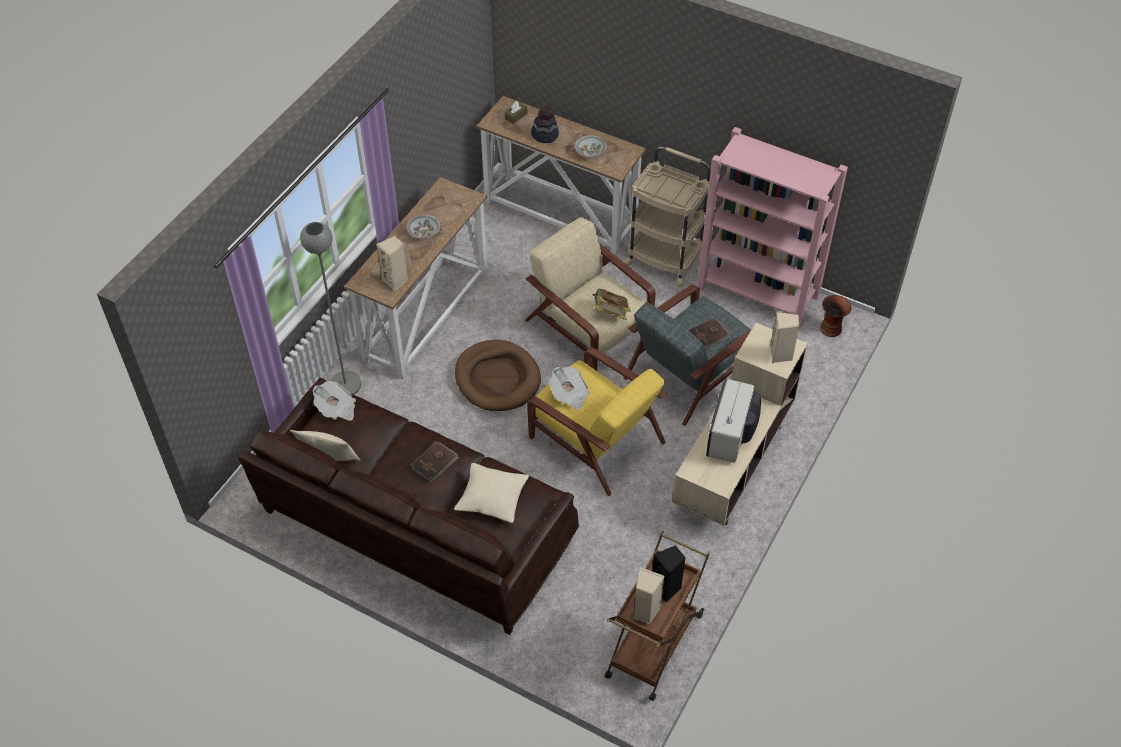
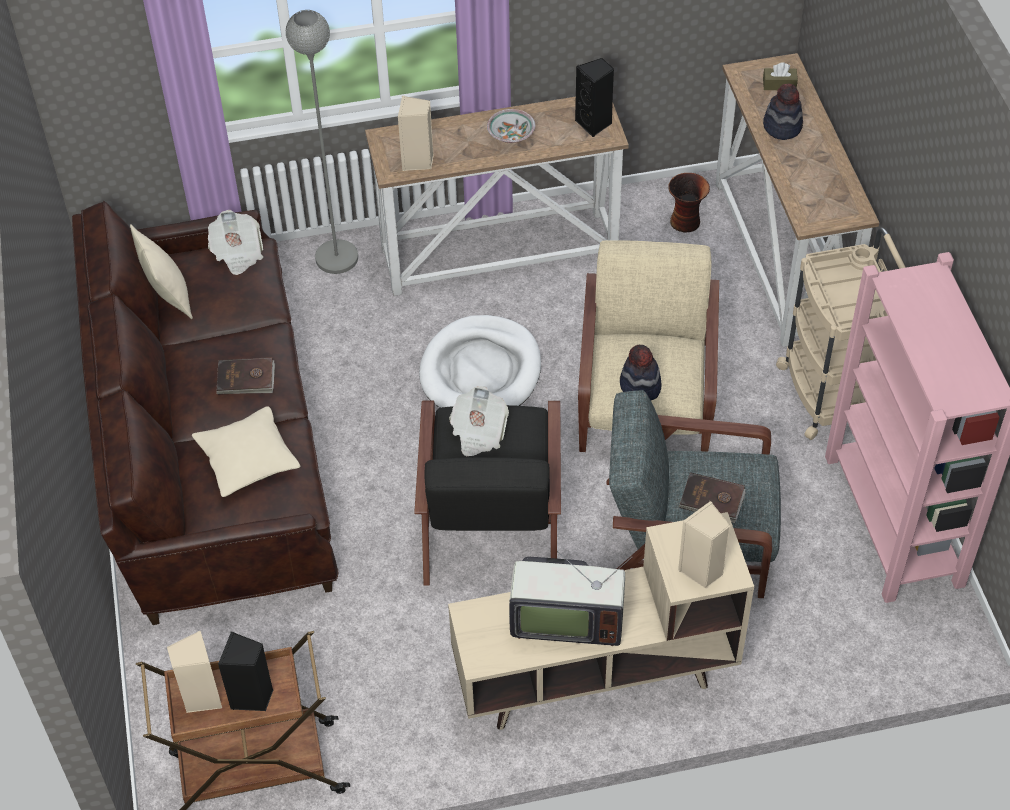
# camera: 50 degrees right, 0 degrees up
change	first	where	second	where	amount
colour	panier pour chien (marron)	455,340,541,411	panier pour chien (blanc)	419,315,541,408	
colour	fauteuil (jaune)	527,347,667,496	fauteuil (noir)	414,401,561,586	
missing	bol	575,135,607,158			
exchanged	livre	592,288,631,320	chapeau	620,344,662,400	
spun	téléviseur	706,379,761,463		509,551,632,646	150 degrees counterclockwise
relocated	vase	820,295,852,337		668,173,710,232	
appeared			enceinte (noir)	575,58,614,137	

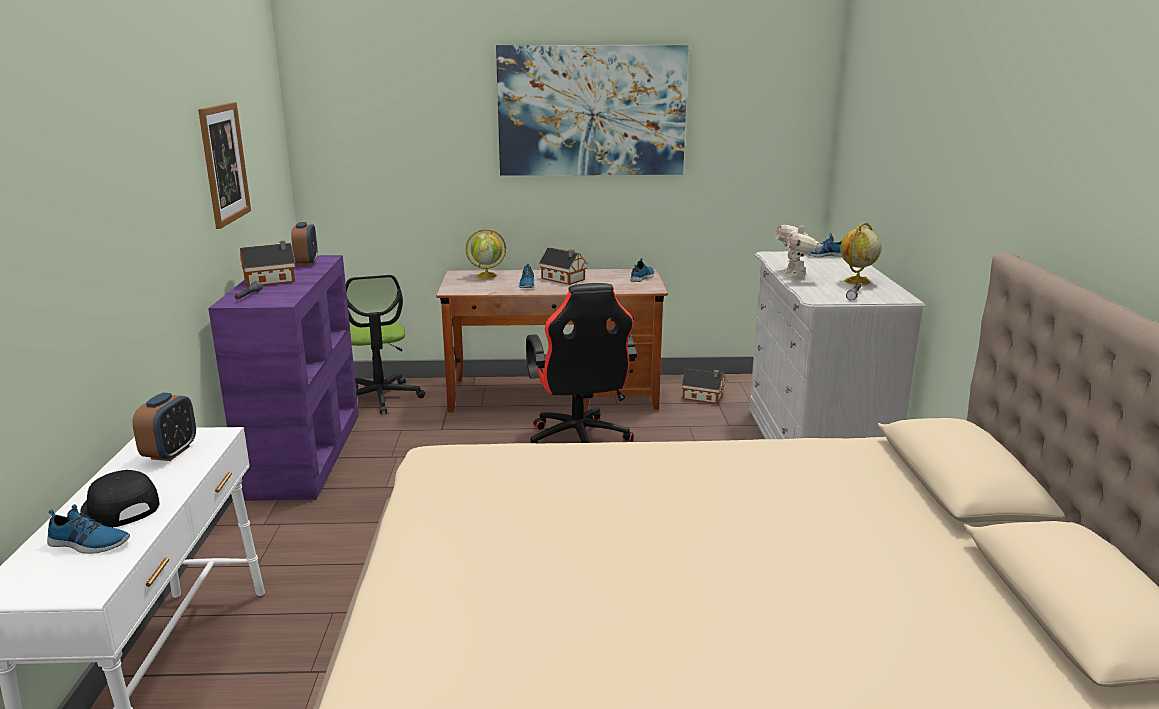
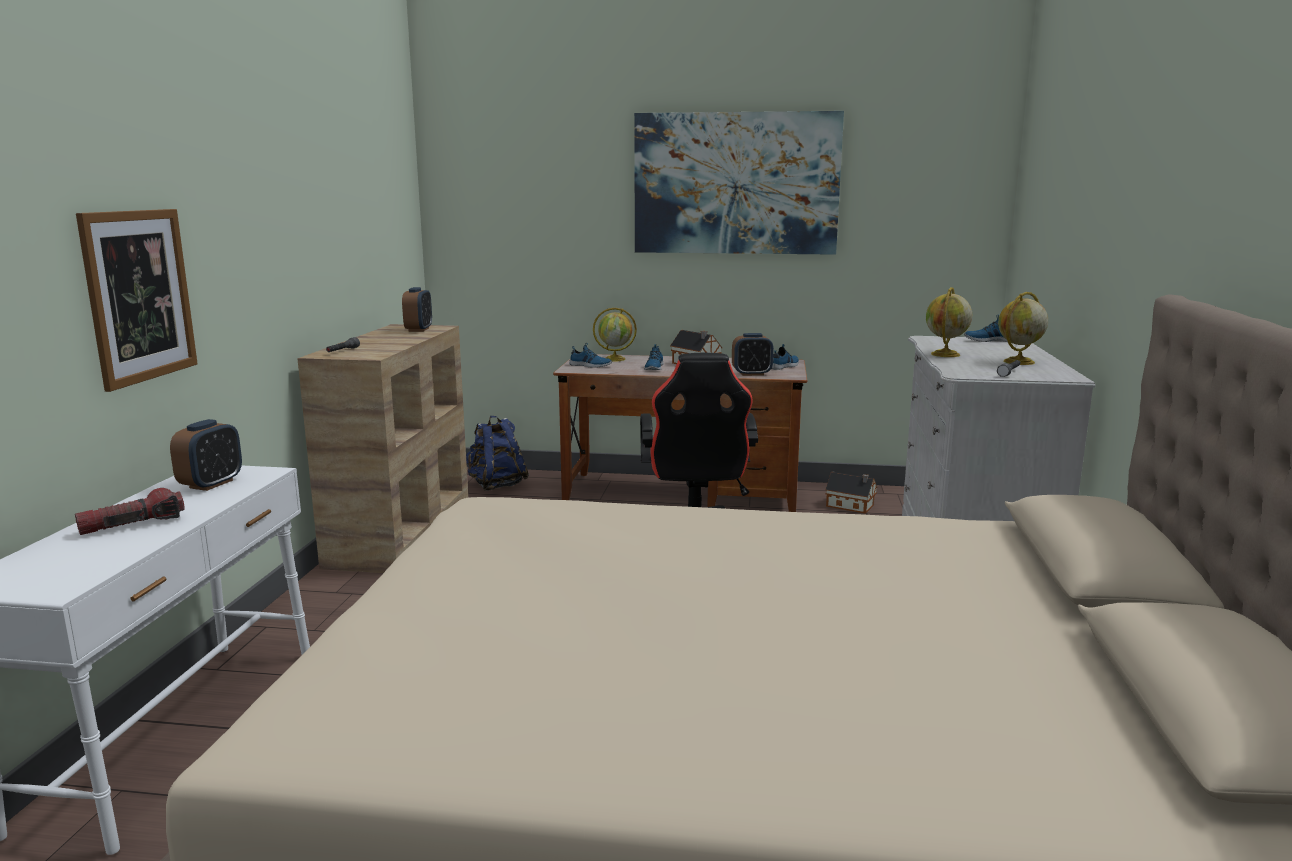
# camera: 10 degrees right, 5 degrees down
change	first	where	second	where	amount
relocated	chaussure	47,504,130,554		569,343,612,368	
exchanged	casquette (noir)	80,470,159,527	lampe de poche	75,488,185,535	
relocated	tableau	198,102,251,229		76,209,198,392	
colour	bibliothèque (violet)	208,255,359,501	bibliothèque (marron)	297,324,468,573	
missing	maison miniature	240,240,296,287			
exchanged	chaise de bureau	346,275,425,414	sac à dos (bleu)	466,416,529,491	
exchanged	robot jouet	776,221,823,278	globe	926,287,972,357	
appeared			réveil	732,333,774,376	

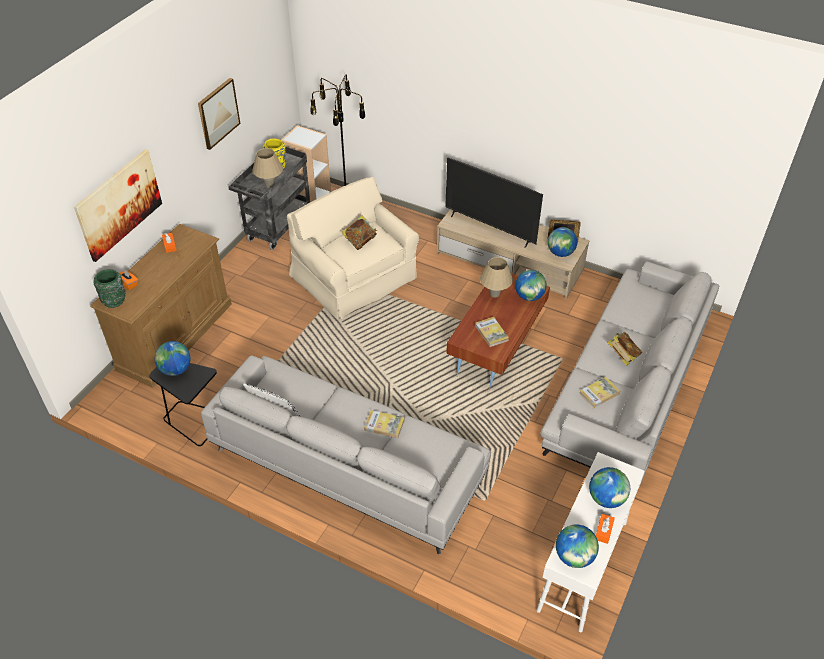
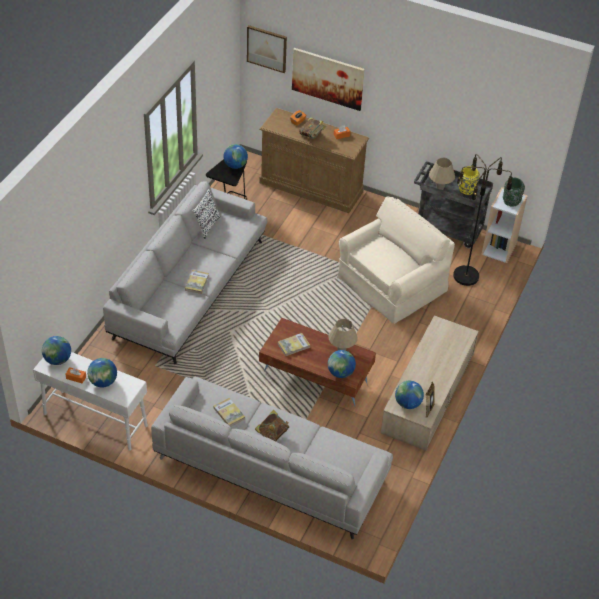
# camera: 85 degrees right, 0 degrees up
change	first	where	second	where	amount
relocated	vase (vert)	93,269,126,308		503,178,525,207	
relocated	tableau	198,78,241,150		247,25,287,73	
relocated	livre	342,215,377,250		299,117,326,139	
missing	téléviseur	445,158,543,248			

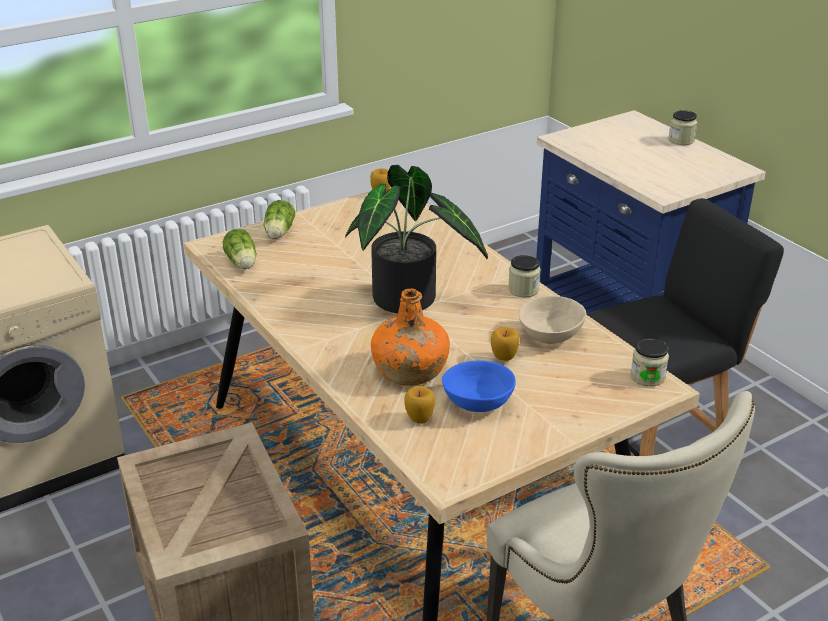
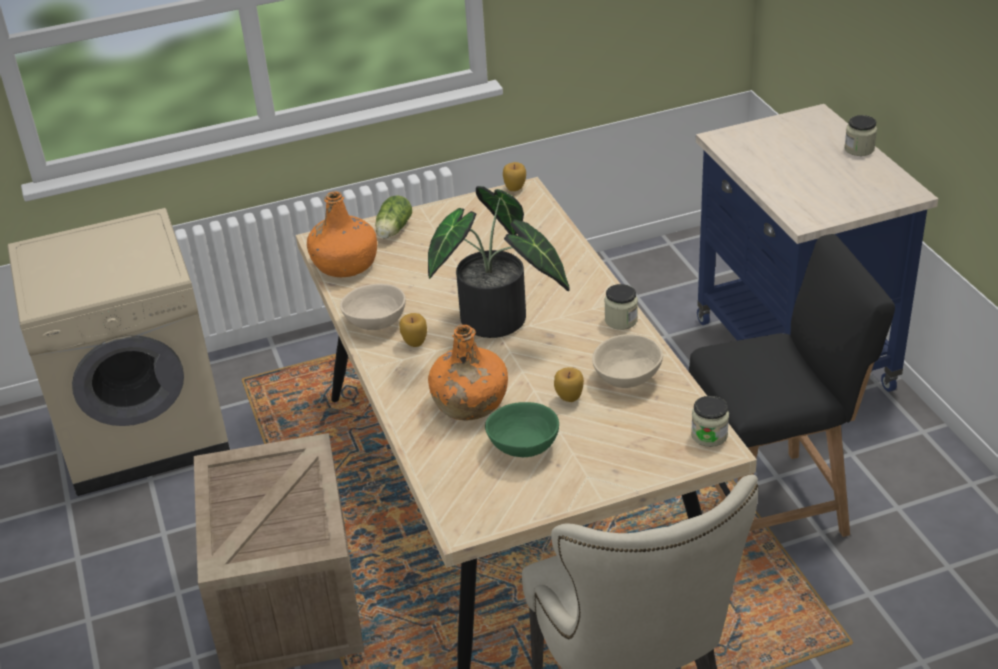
# camera: 15 degrees right, 5 degrees up
change	first	where	second	where	amount
exchanged	laitue	223,229,256,269	bouteille (orange)	307,192,377,277	
relocated	pomme	404,386,435,424		399,313,427,347	
colour	bol (bleu)	442,360,516,412	bol (vert)	485,402,559,457	
appeared			bol (beige)	340,284,406,330	

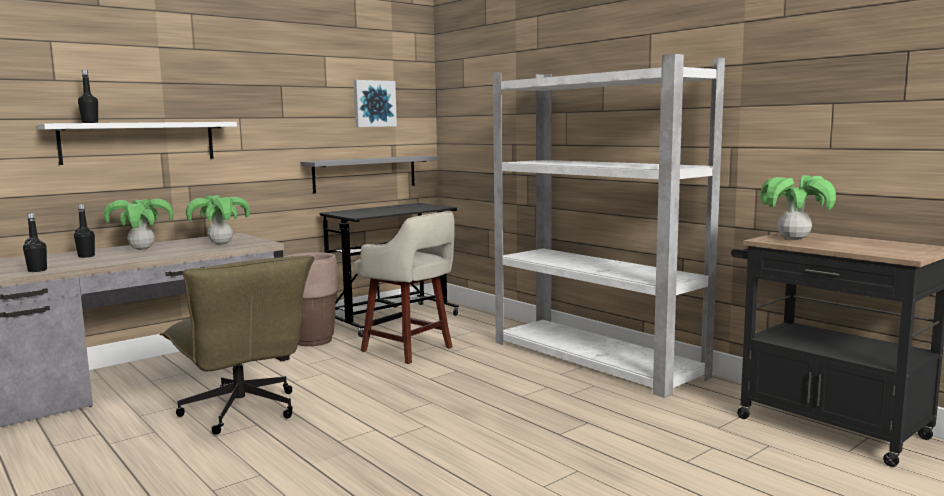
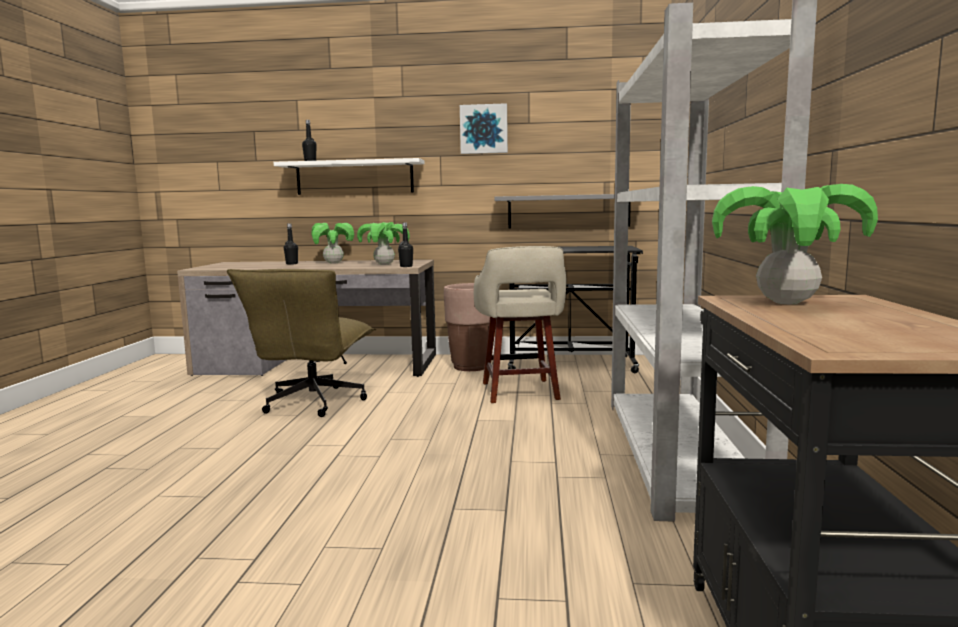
# camera: 45 degrees right, 0 degrees up
change	first	where	second	where	amount
relocated	bouteille (noir)	23,213,47,272		398,223,413,267	
relocated	tableau	354,80,397,127		460,103,508,154	

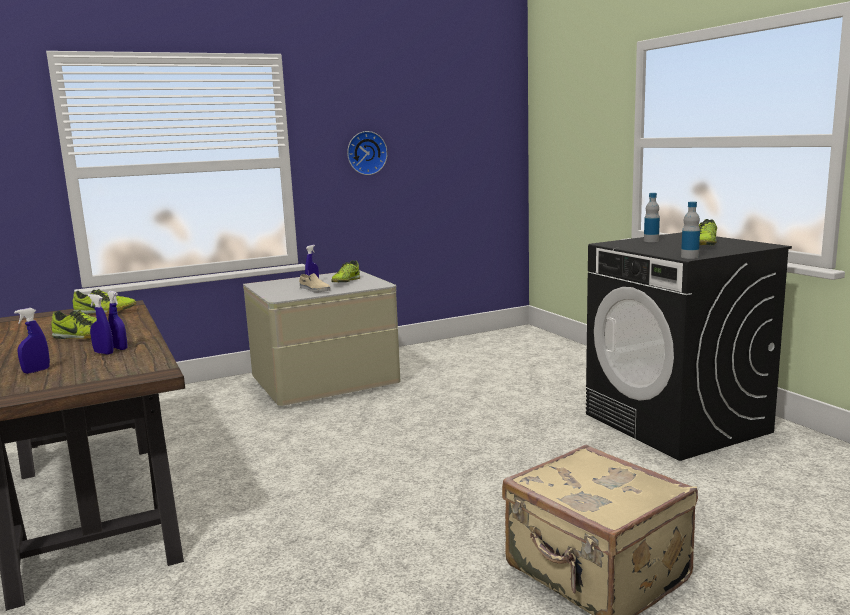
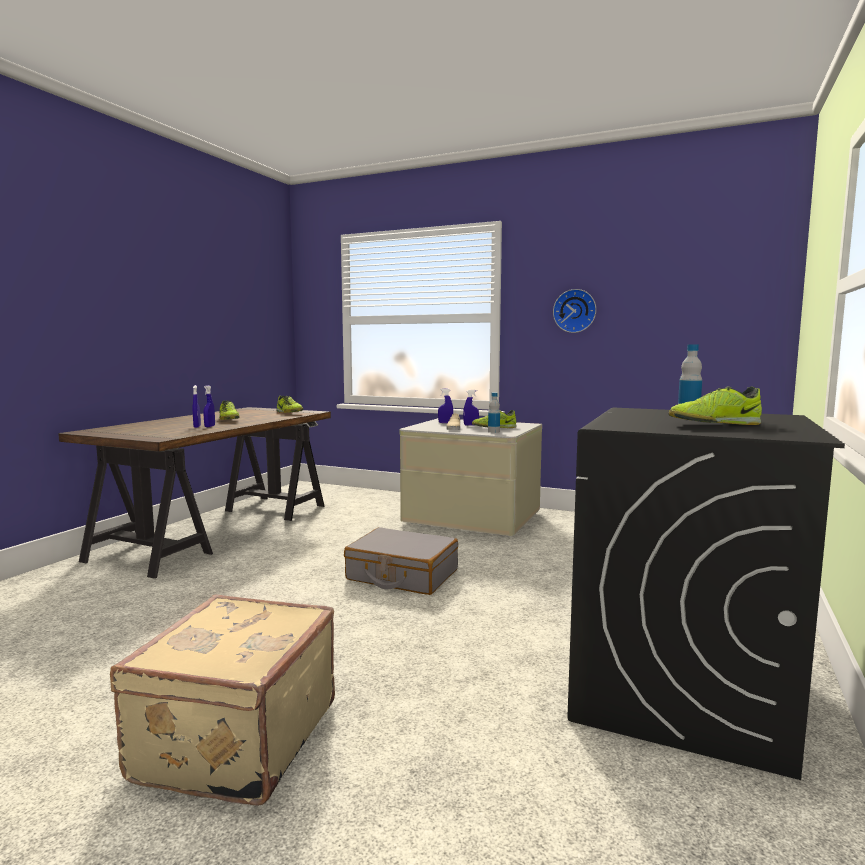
# camera: 50 degrees right, 5 degrees down
change	first	where	second	where	amount
relocated	vaporisateur (bleu)	14,308,50,374		438,388,453,423	
relocated	bouteille	681,202,700,259		488,393,500,433	
appeared			valise (gris)	344,527,458,595	

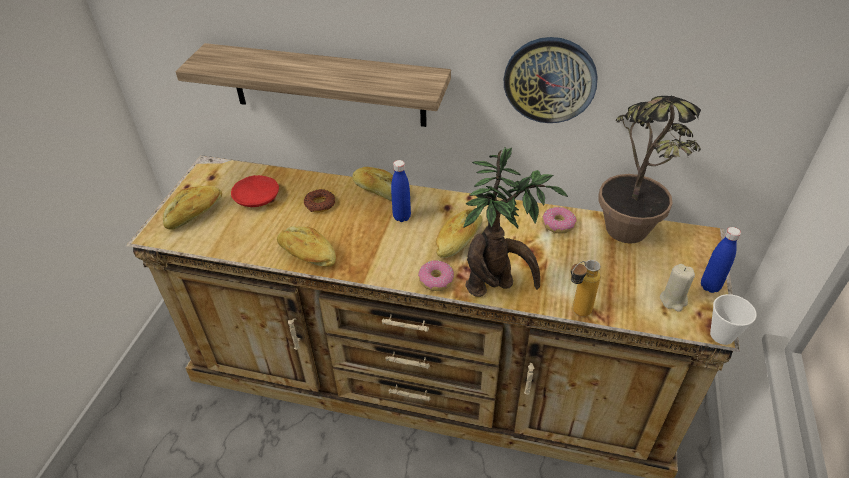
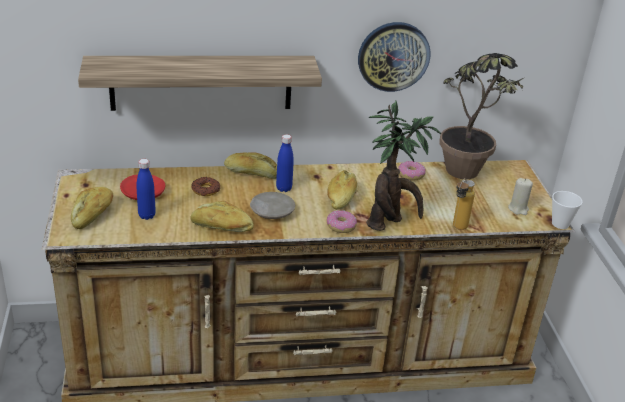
# camera: 25 degrees left, 10 degrees down
change	first	where	second	where	amount
relocated	bouteille (bleu)	701,227,741,293		136,159,156,220	
appeared			assiette (beige)	250,192,295,219	

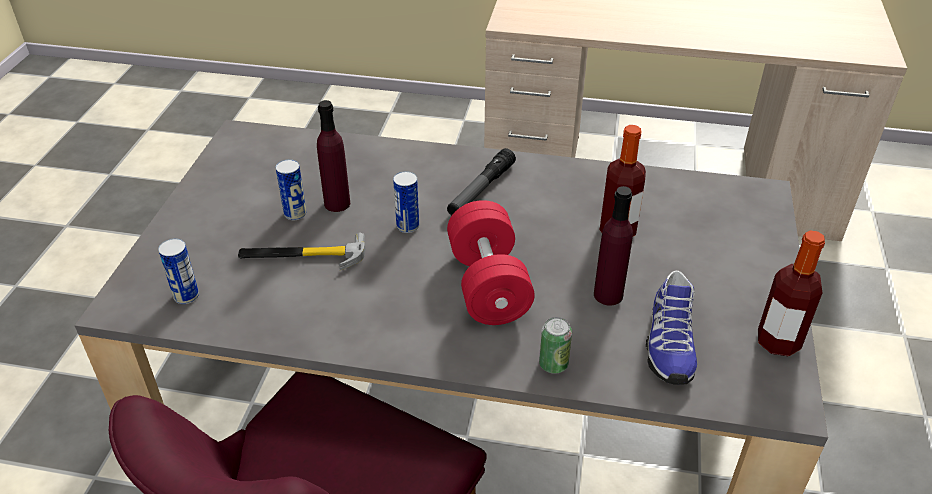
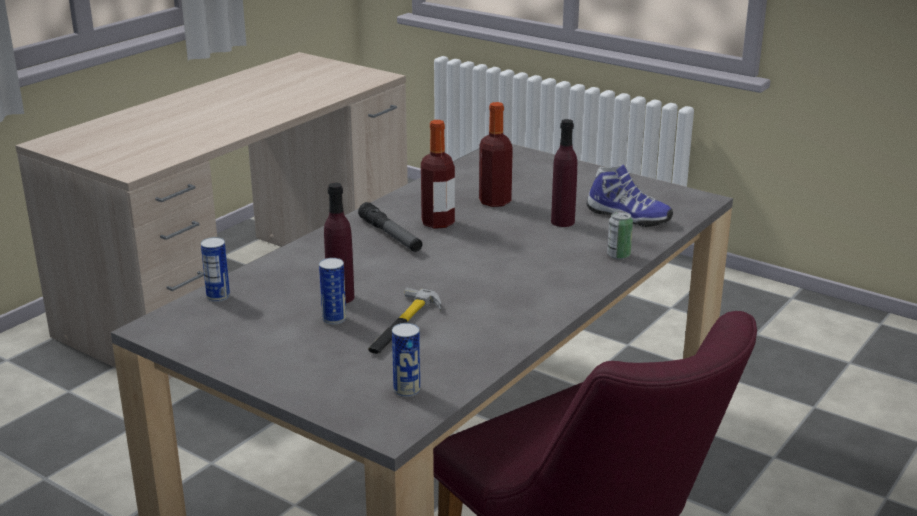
# camera: 65 degrees left, 15 degrees down
change	first	where	second	where	amount
relocated	boîte métallique	393,171,419,233		201,237,230,302	
missing	haltère (rouge)	447,200,535,325			
relocated	bouteille	758,230,825,356		421,120,455,229	

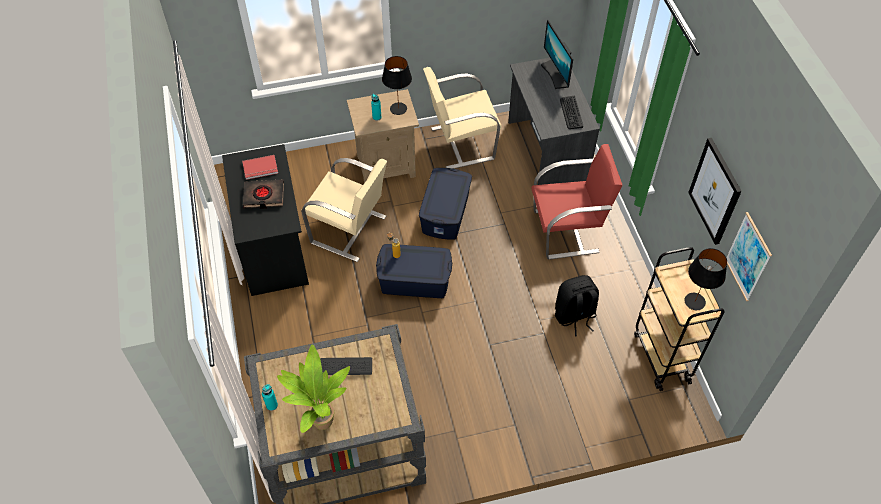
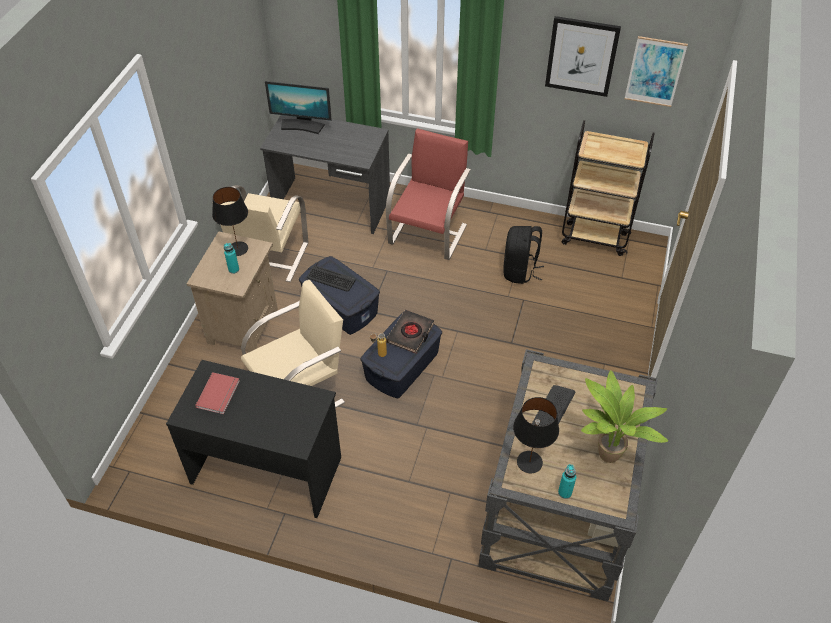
# camera: 60 degrees left, 5 degrees down
change	first	where	second	where	amount
relocated	livre (noir)	243,180,284,209		386,310,434,354	
relocated	clavier	560,96,583,129		307,265,355,291	
relocated	lampe de table (noir)	685,248,727,310		513,397,559,473	

